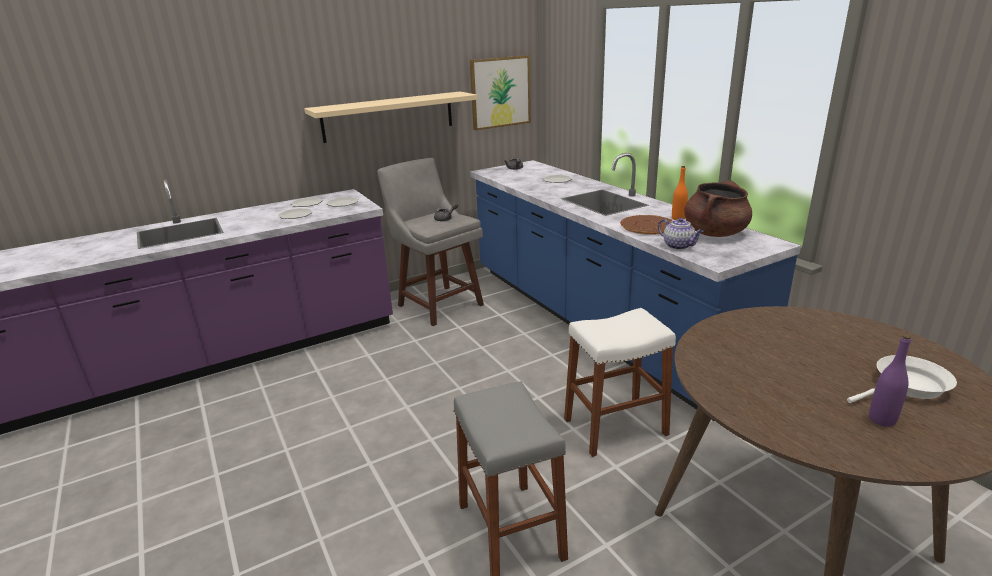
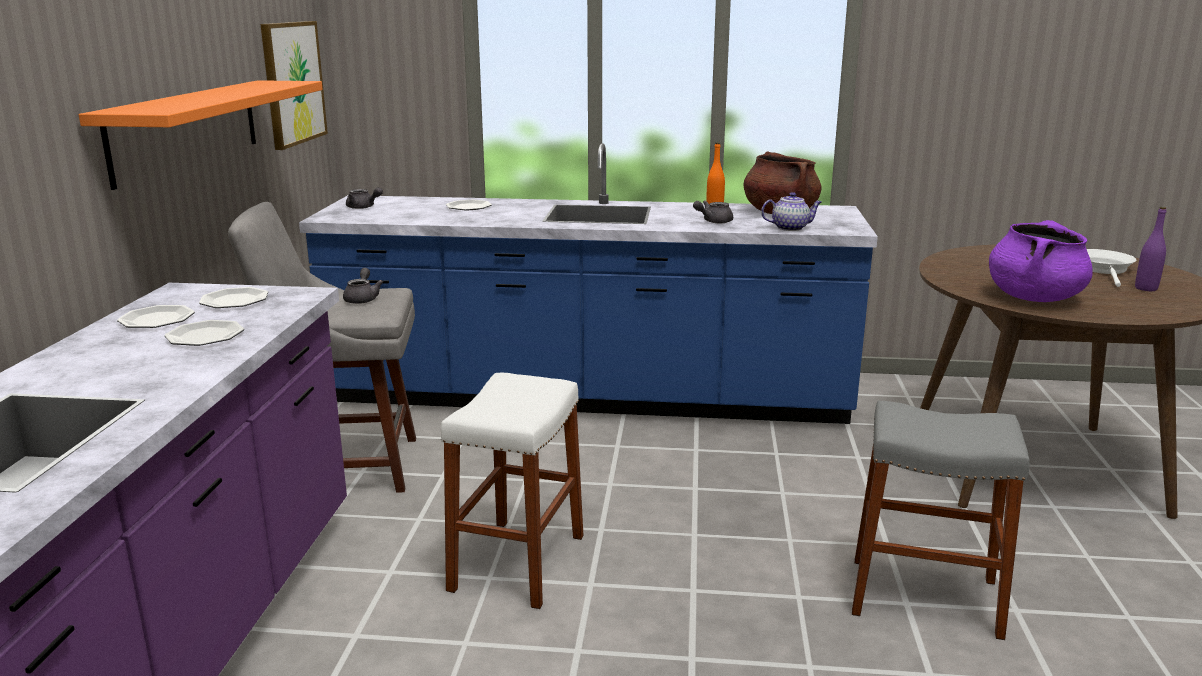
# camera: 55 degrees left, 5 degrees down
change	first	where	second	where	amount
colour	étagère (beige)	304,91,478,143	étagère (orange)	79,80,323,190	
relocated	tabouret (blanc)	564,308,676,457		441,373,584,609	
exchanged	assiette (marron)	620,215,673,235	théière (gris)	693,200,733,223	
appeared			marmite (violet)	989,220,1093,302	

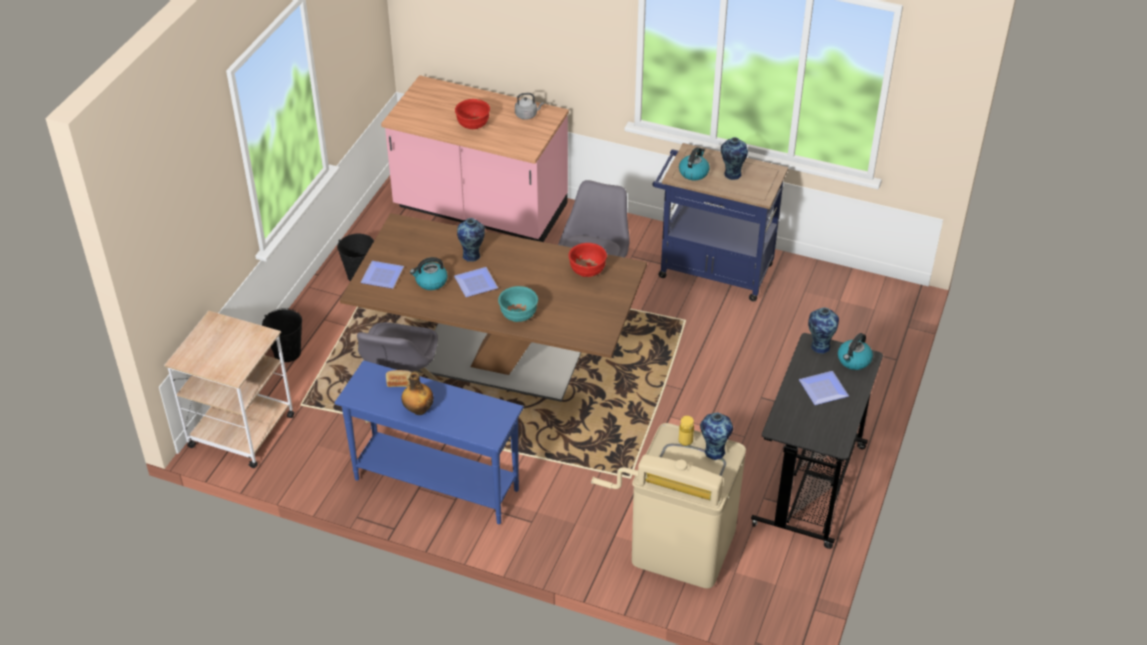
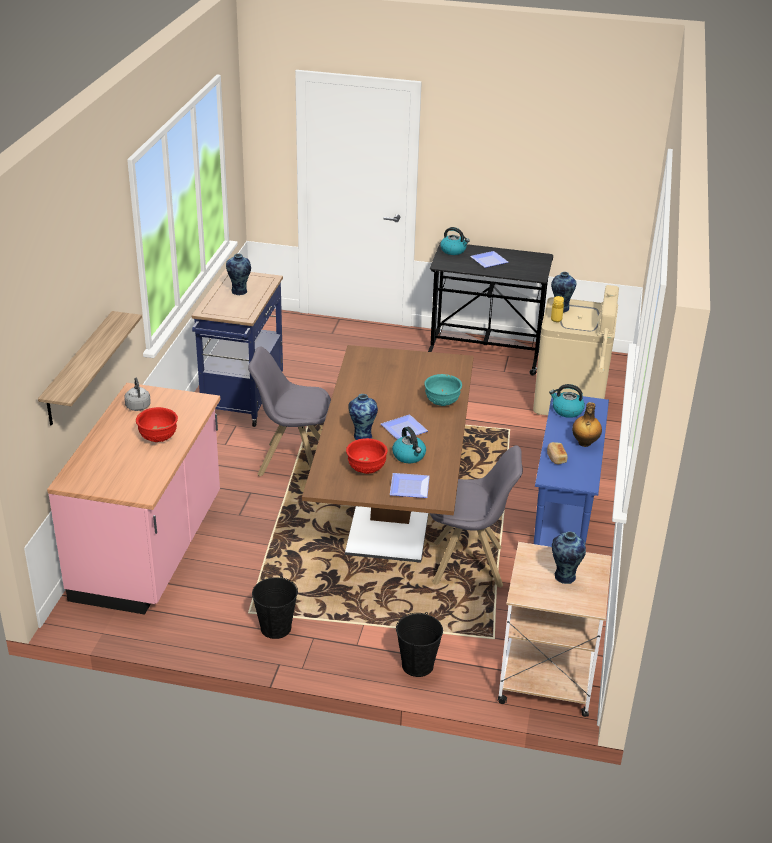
# camera: 100 degrees left, 10 degrees down
change	first	where	second	where	amount
relocated	bol (rouge)	568,243,607,277		346,438,388,474	
relocated	bouilloire	679,147,710,180		549,384,585,418	
relocated	vase	808,307,839,354		552,531,586,584	
appeared			étagère	38,311,142,425	

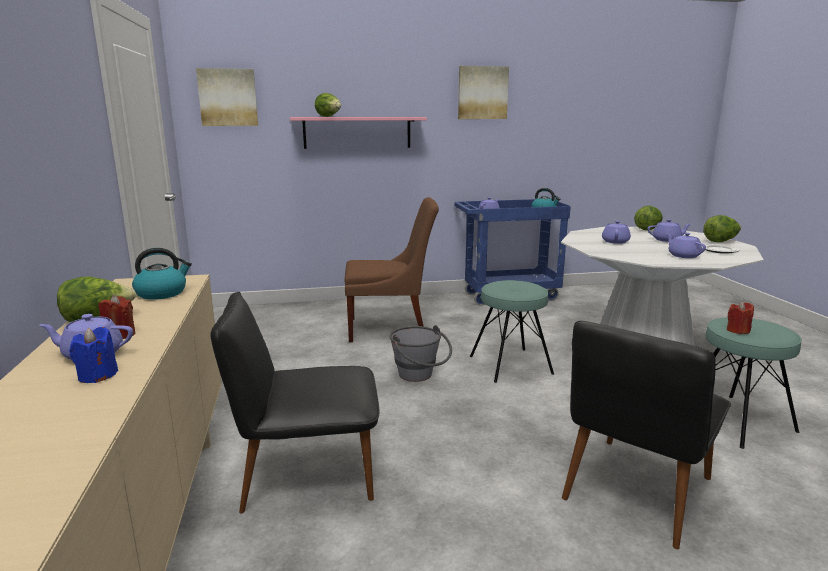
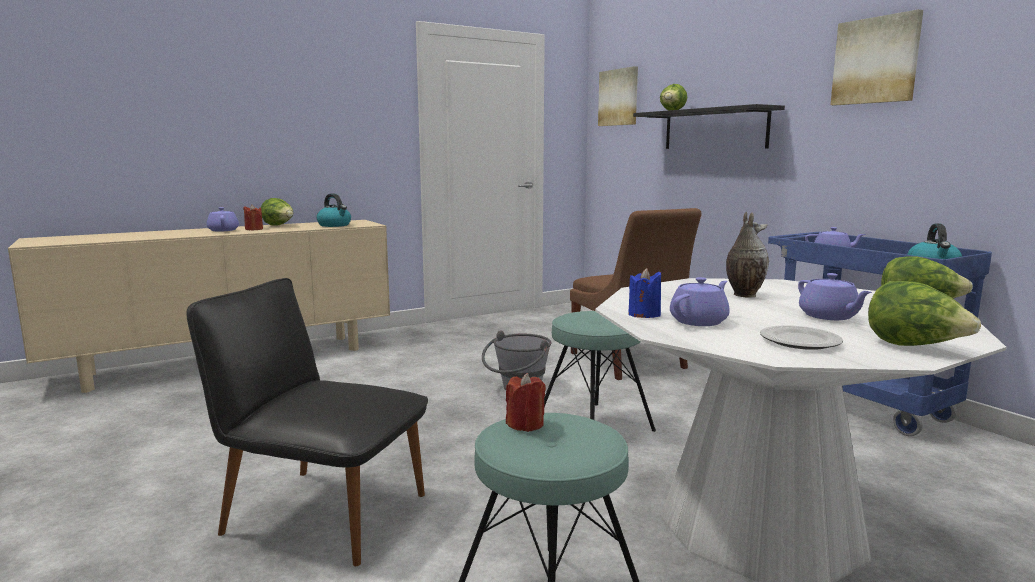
# camera: 70 degrees right, 5 degrees down
change	first	where	second	where	amount
relocated	bougie (bleu)	70,327,118,383		628,268,661,318	
missing	chaise (noir)	210,292,380,514			
colour	étagère (rose)	290,117,427,149	étagère (noir)	633,104,785,149	
exchanged	théière (violet)	602,221,631,244	vase	726,212,769,298	

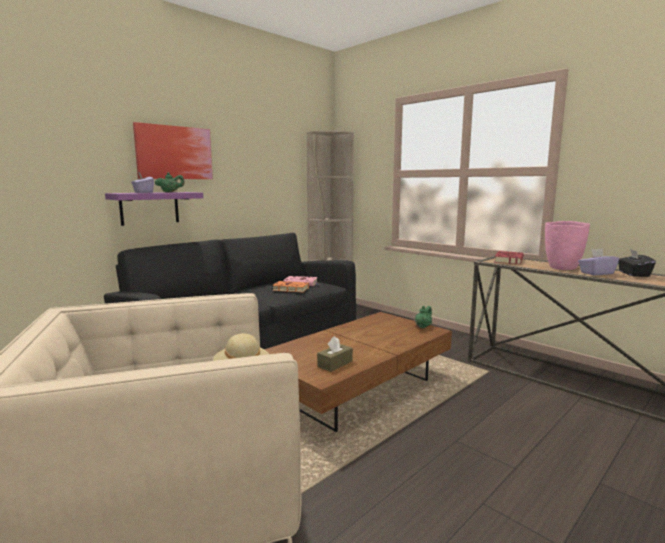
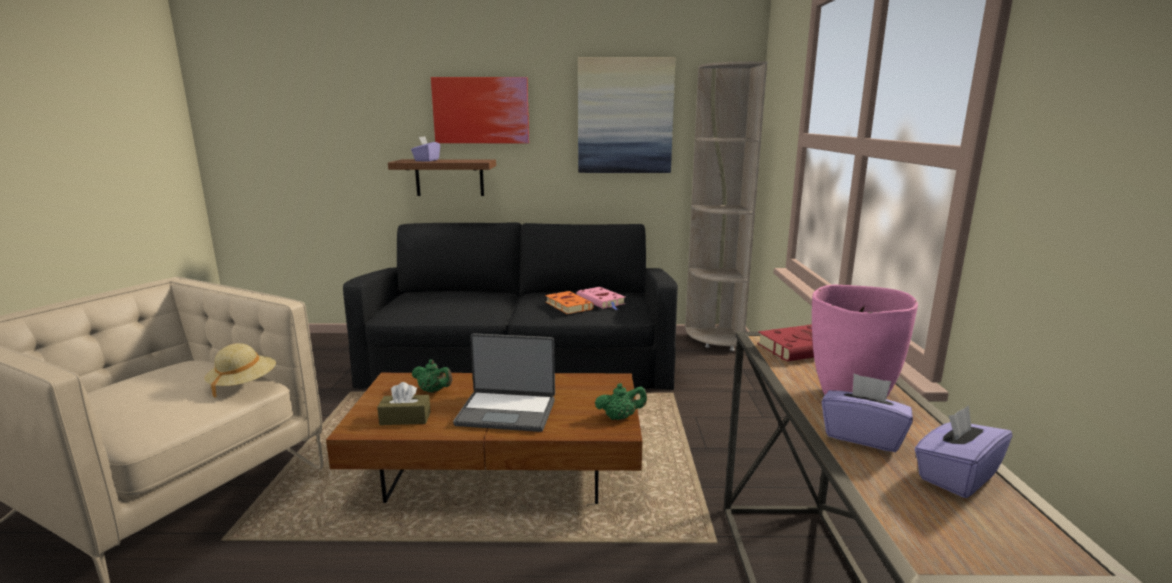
# camera: 45 degrees right, 5 degrees up
change	first	where	second	where	amount
colour	étagère (violet)	105,192,203,226	étagère (marron)	388,159,496,196	
relocated	théière (vert)	155,172,185,192		412,360,452,393	
colour	boîte à mouchoirs (noir)	618,249,656,277	boîte à mouchoirs (violet)	914,405,1012,498	
appeared			ordinateur portable	453,333,555,432	
appeared			tableau	578,57,675,173	

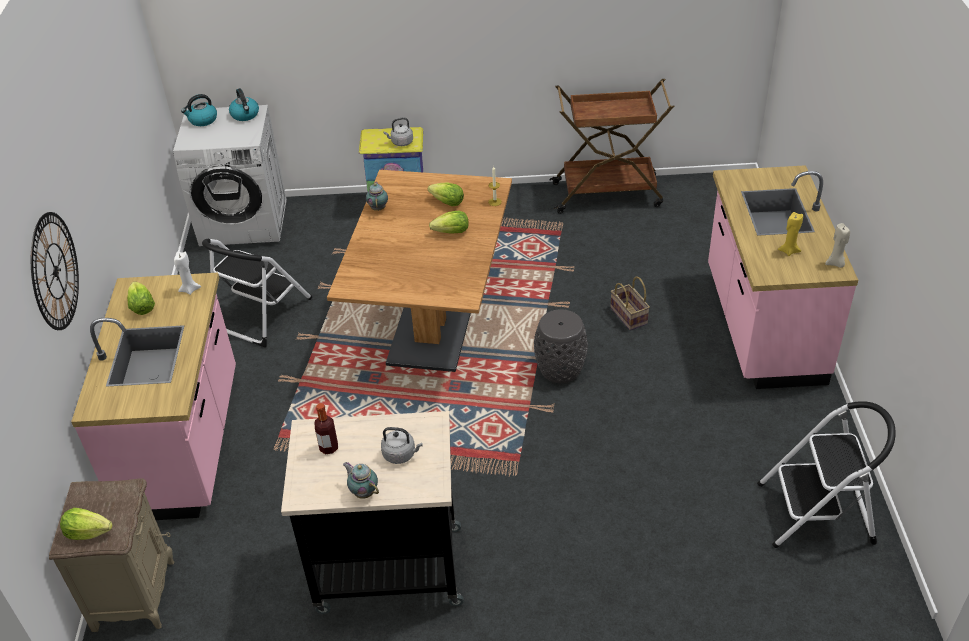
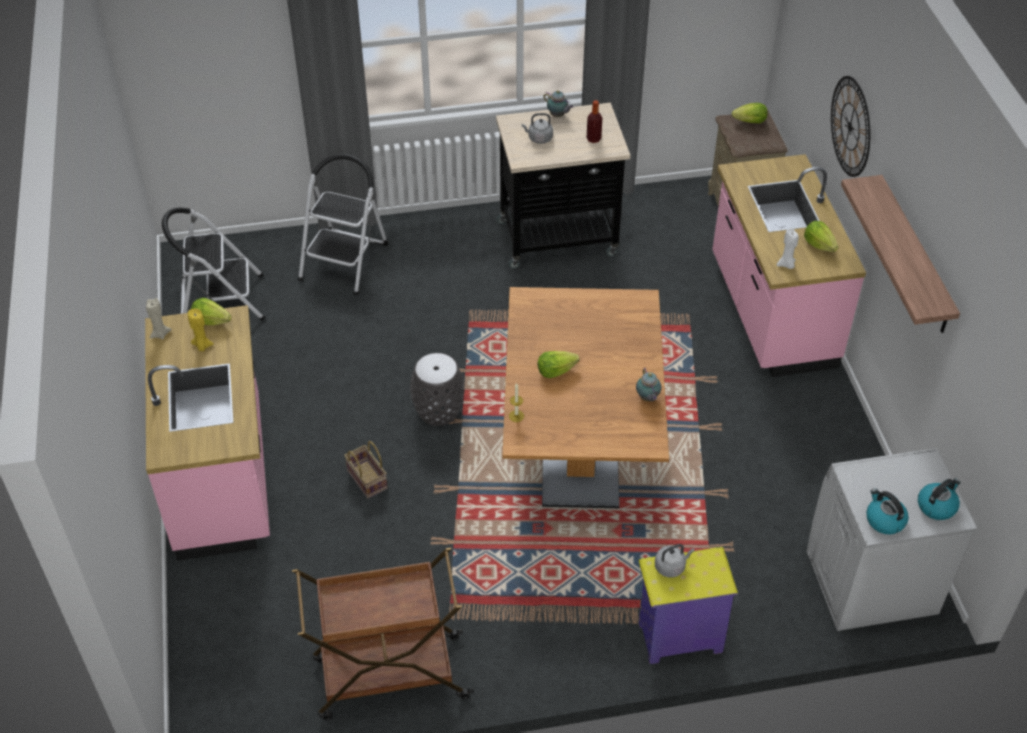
# camera: 170 degrees right, 5 degrees up
change	first	where	second	where	amount
relocated	escabeau	202,239,312,347		298,154,388,295	
relocated	laitue	428,183,464,206		191,298,231,325	
appeared			étagère	841,175,960,333	

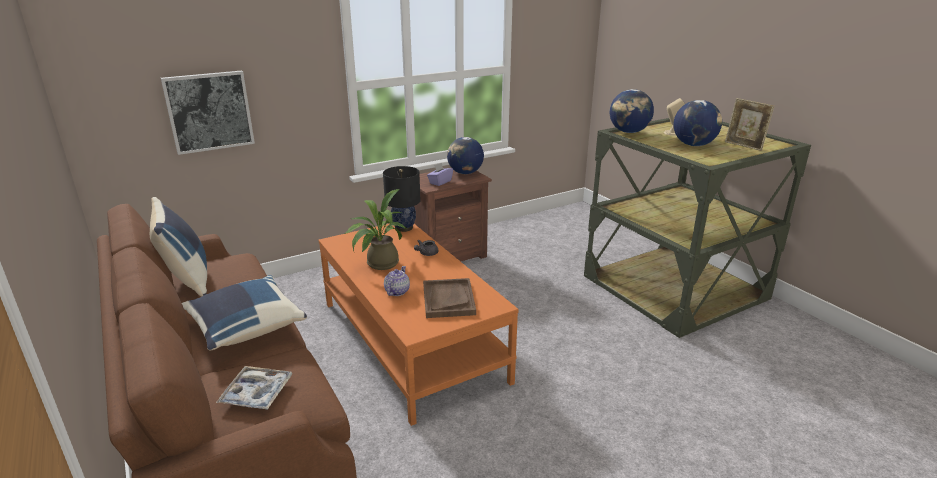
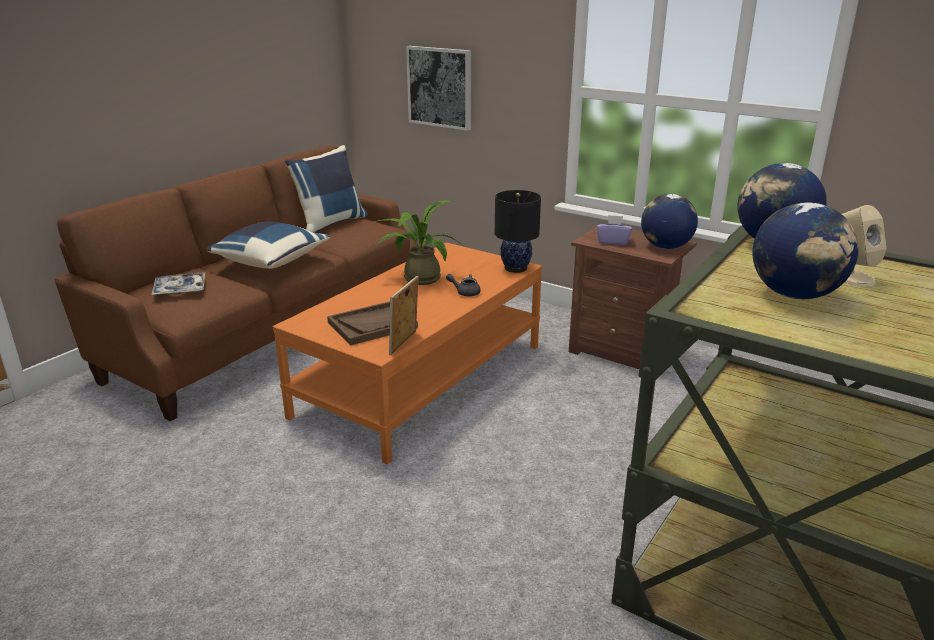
# camera: 65 degrees right, 0 degrees up
change	first	where	second	where	amount
missing	théière	384,266,410,296			
relocated	cadre photo	725,98,775,151		389,276,418,355	

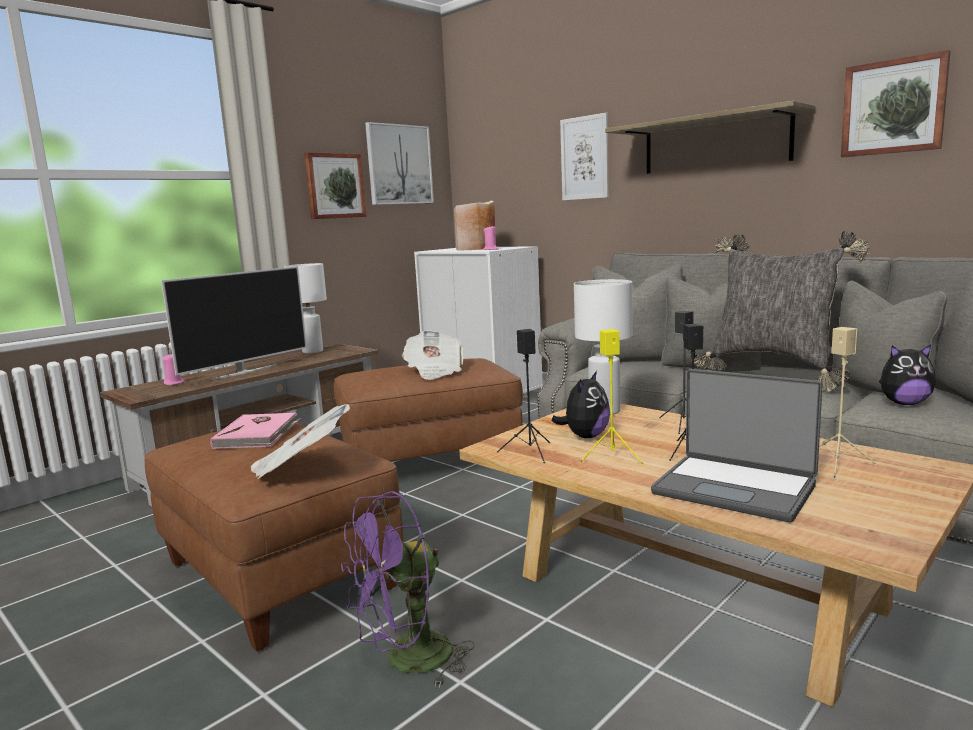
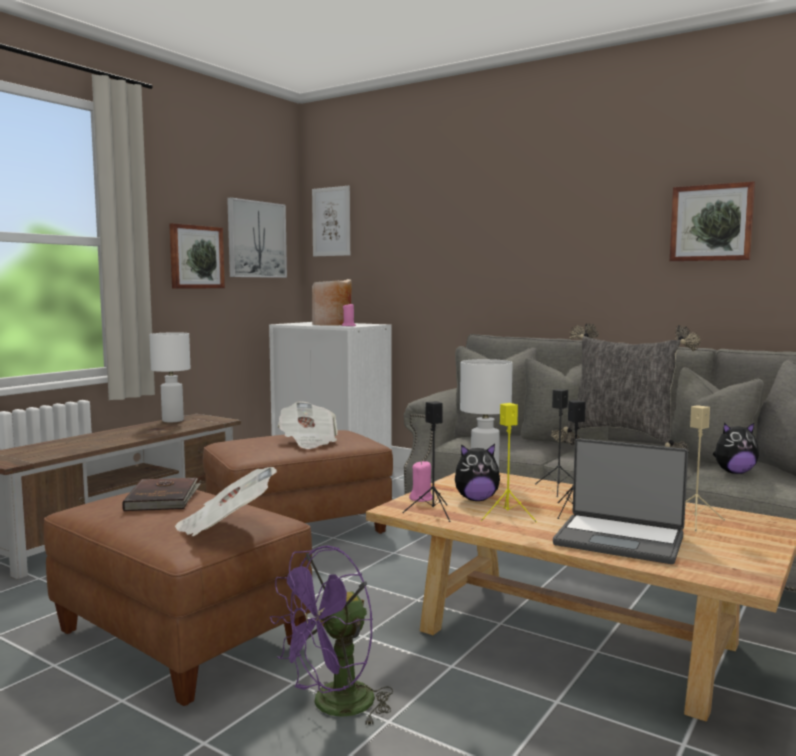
# camera: 10 degrees left, 5 degrees down
change	first	where	second	where	amount
missing	téléviseur	161,266,307,380			
relocated	bougie (rose)	162,353,185,385		409,460,432,502	
colour	livre (rose)	210,413,302,449	livre (marron)	122,478,201,511	
spun	peluche	552,371,610,438		455,444,500,501	60 degrees clockwise
relocated	tableau	560,113,609,201		312,186,350,256	
missing	étagère	605,101,815,174			

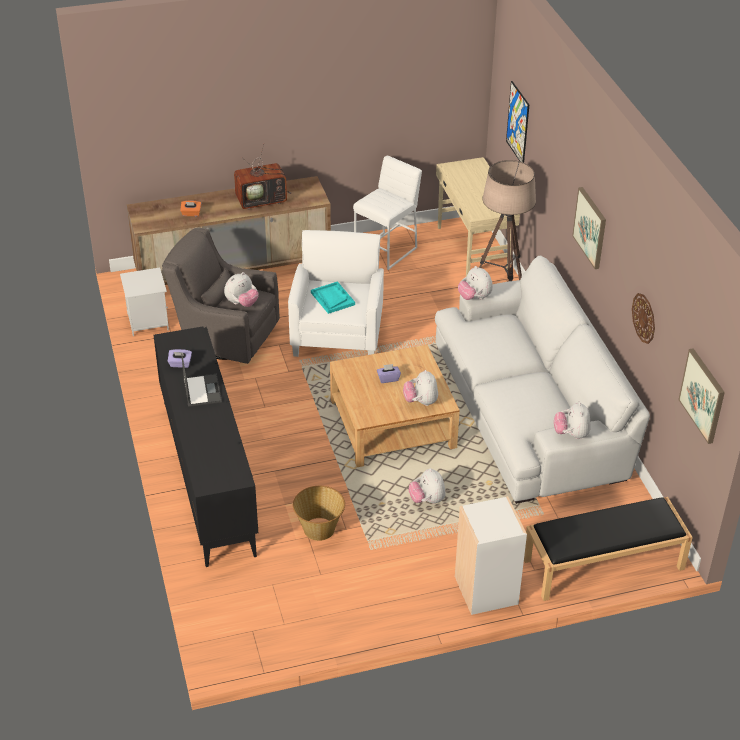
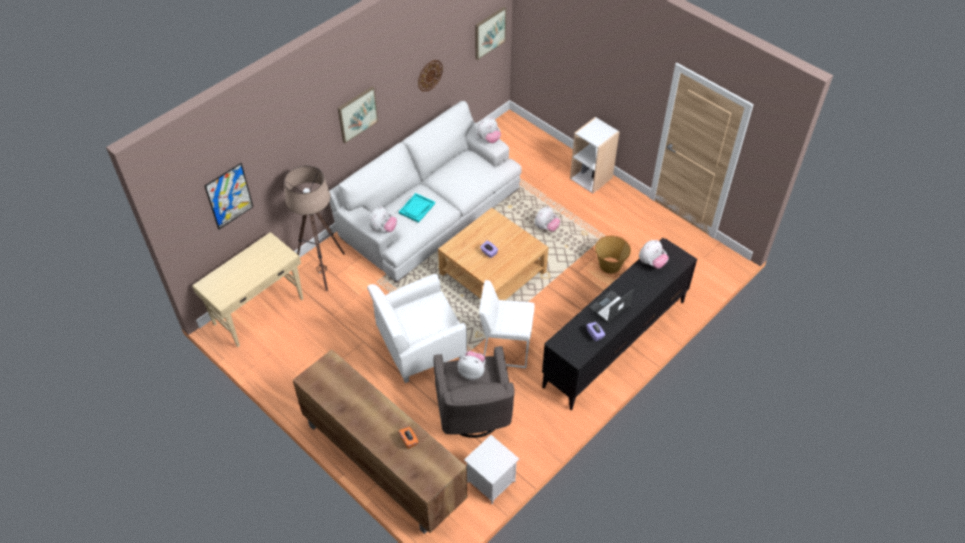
# camera: 120 degrees left, 10 degrees up
change	first	where	second	where	amount
missing	téléviseur	234,144,292,209			
relocated	plateau (turquoise)	311,281,355,314		399,193,435,223	
relocated	tabouret (blanc)	353,155,422,270		479,280,535,368	
relocated	peluche	403,370,438,406		639,240,669,269	
missing	banc (noir)	524,497,693,601			

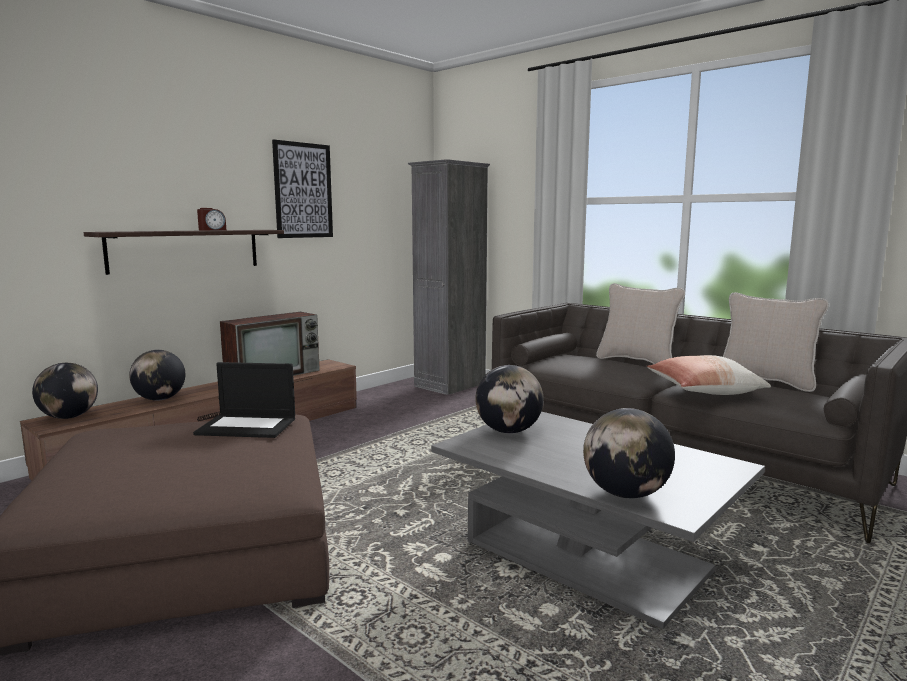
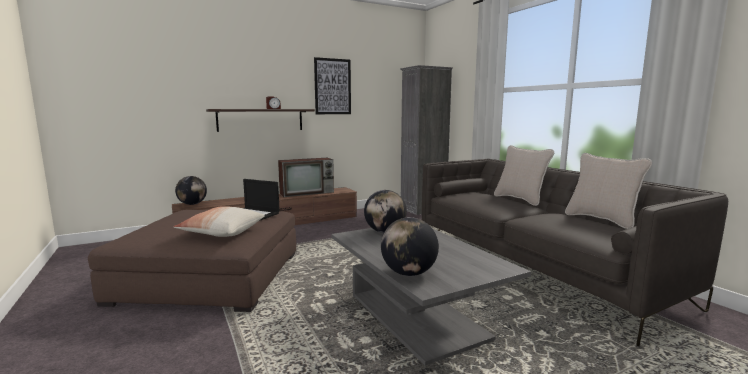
# camera: 20 degrees right, 0 degrees up
change	first	where	second	where	amount
missing	globe	129,350,185,401			
relocated	coussin	647,355,771,395		174,206,265,237	

